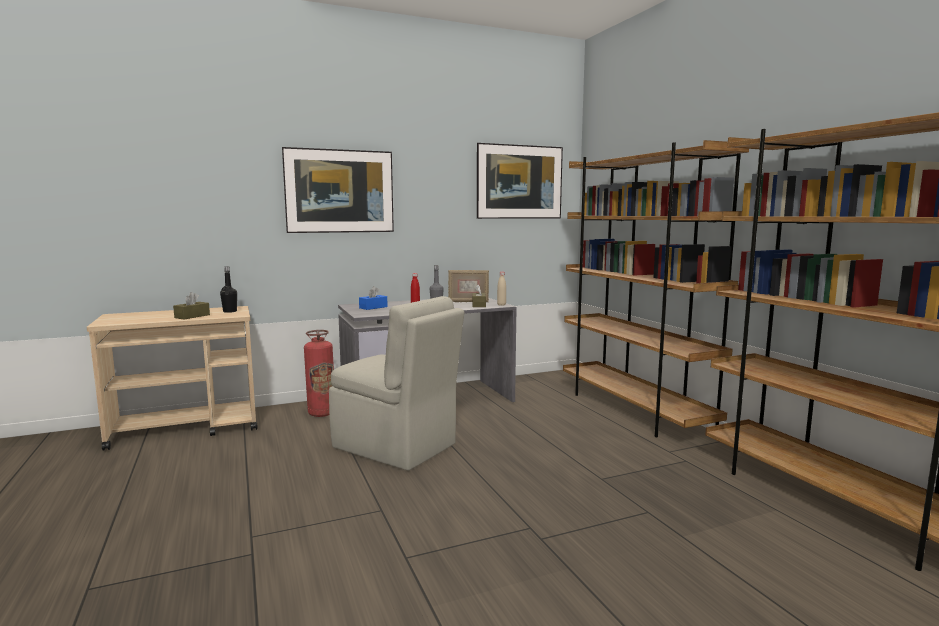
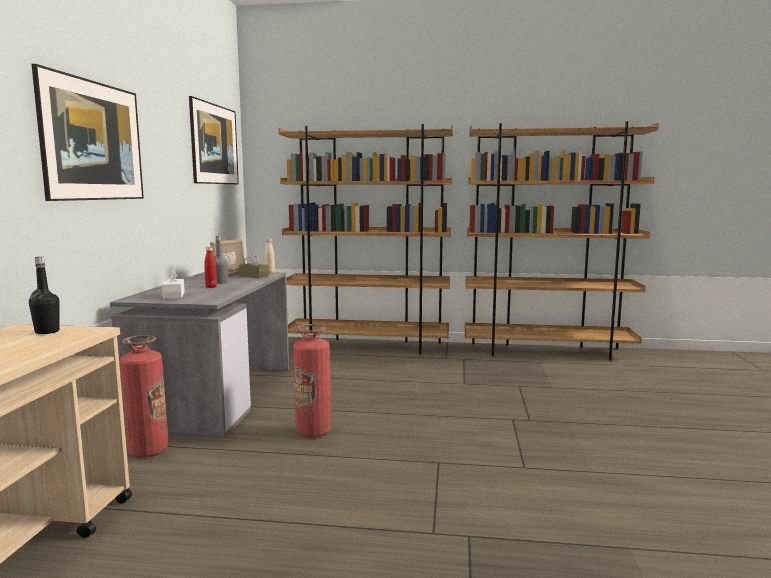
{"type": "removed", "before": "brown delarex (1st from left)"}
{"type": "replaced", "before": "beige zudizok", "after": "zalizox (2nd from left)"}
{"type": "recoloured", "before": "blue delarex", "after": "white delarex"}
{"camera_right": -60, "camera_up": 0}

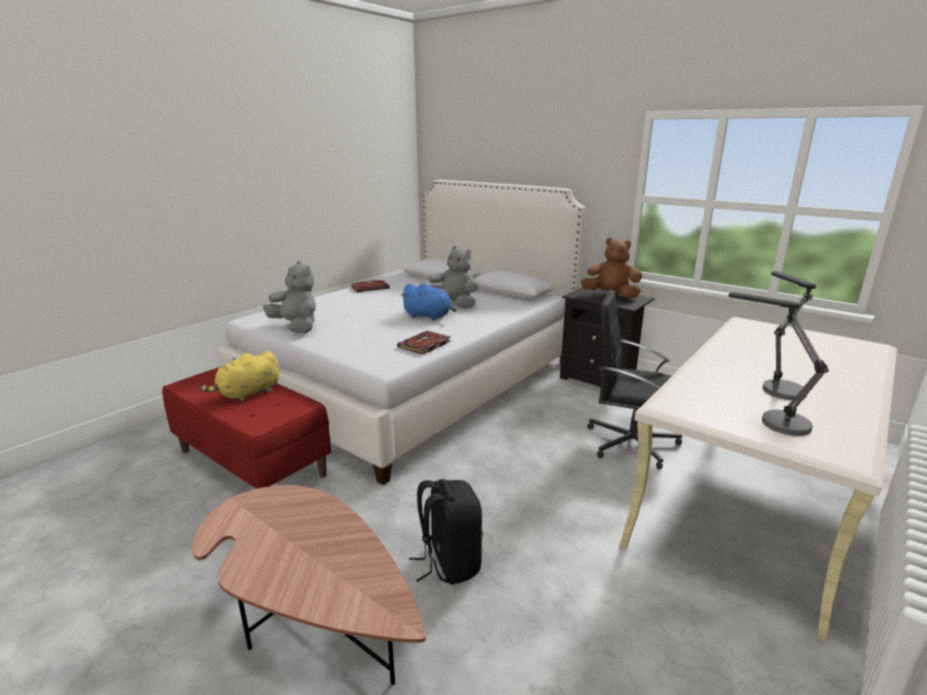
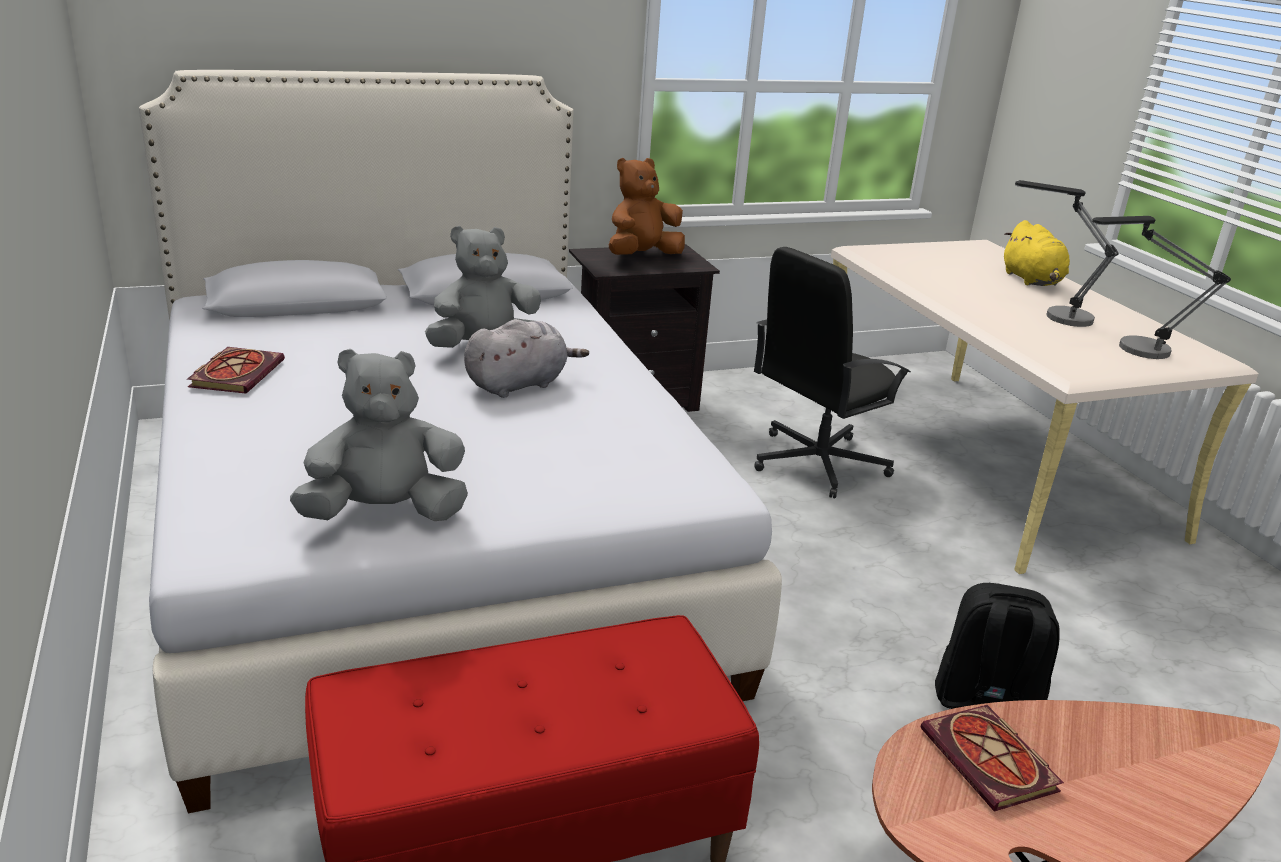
{"type": "moved", "before": "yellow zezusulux"}
{"type": "moved", "before": "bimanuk (2nd from left)"}
{"type": "recoloured", "before": "blue zezusulux", "after": "grey zezusulux (3rd from left)"}
{"camera_right": -60, "camera_up": 5}

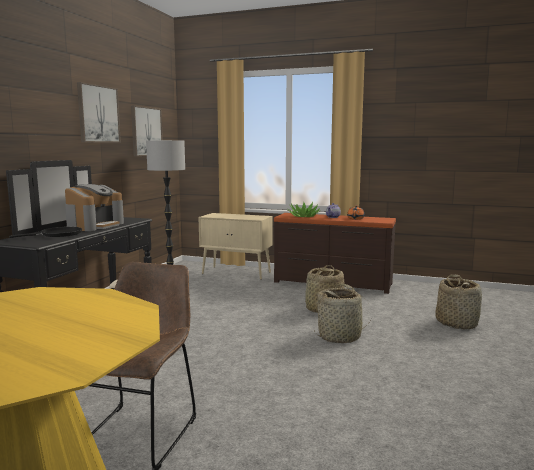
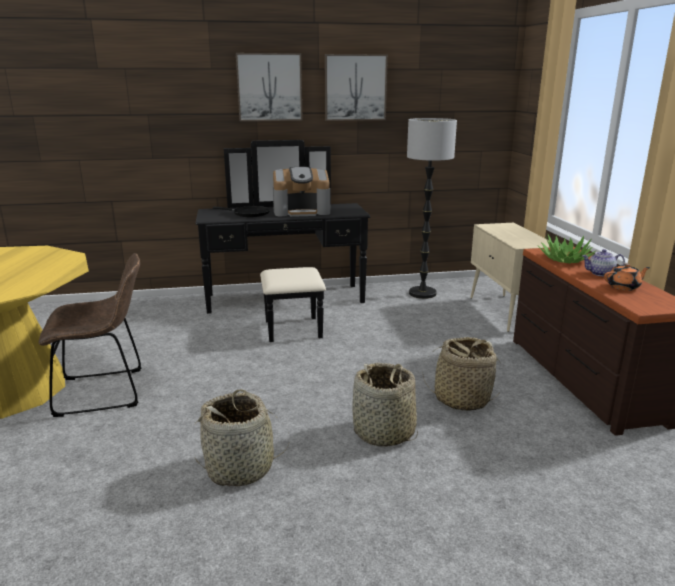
{"type": "moved", "before": "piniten (2nd from left in the first image)", "after": "piniten (1st from left)"}
{"type": "moved", "before": "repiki (3rd from left in the first image)", "after": "repiki (1st from left)"}
{"camera_right": 60, "camera_up": 10}

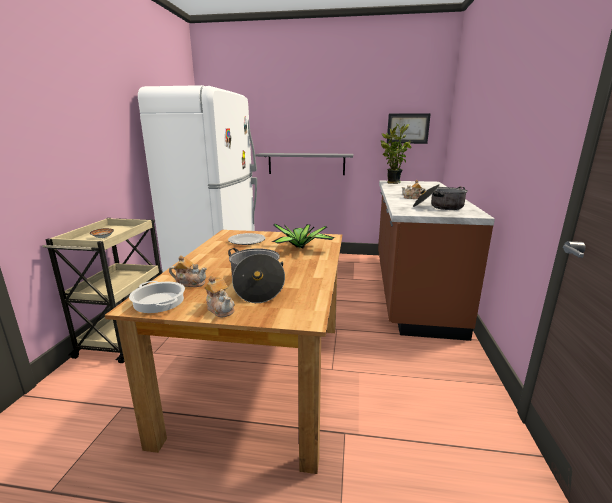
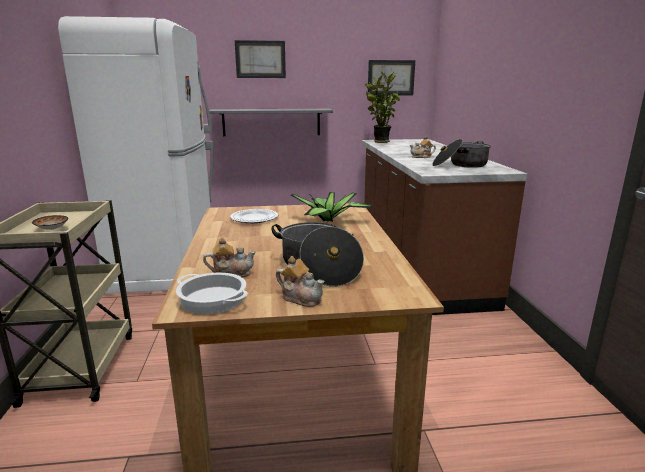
{"type": "added", "after": "piniten (1st from left)"}
{"camera_right": -15, "camera_up": 0}

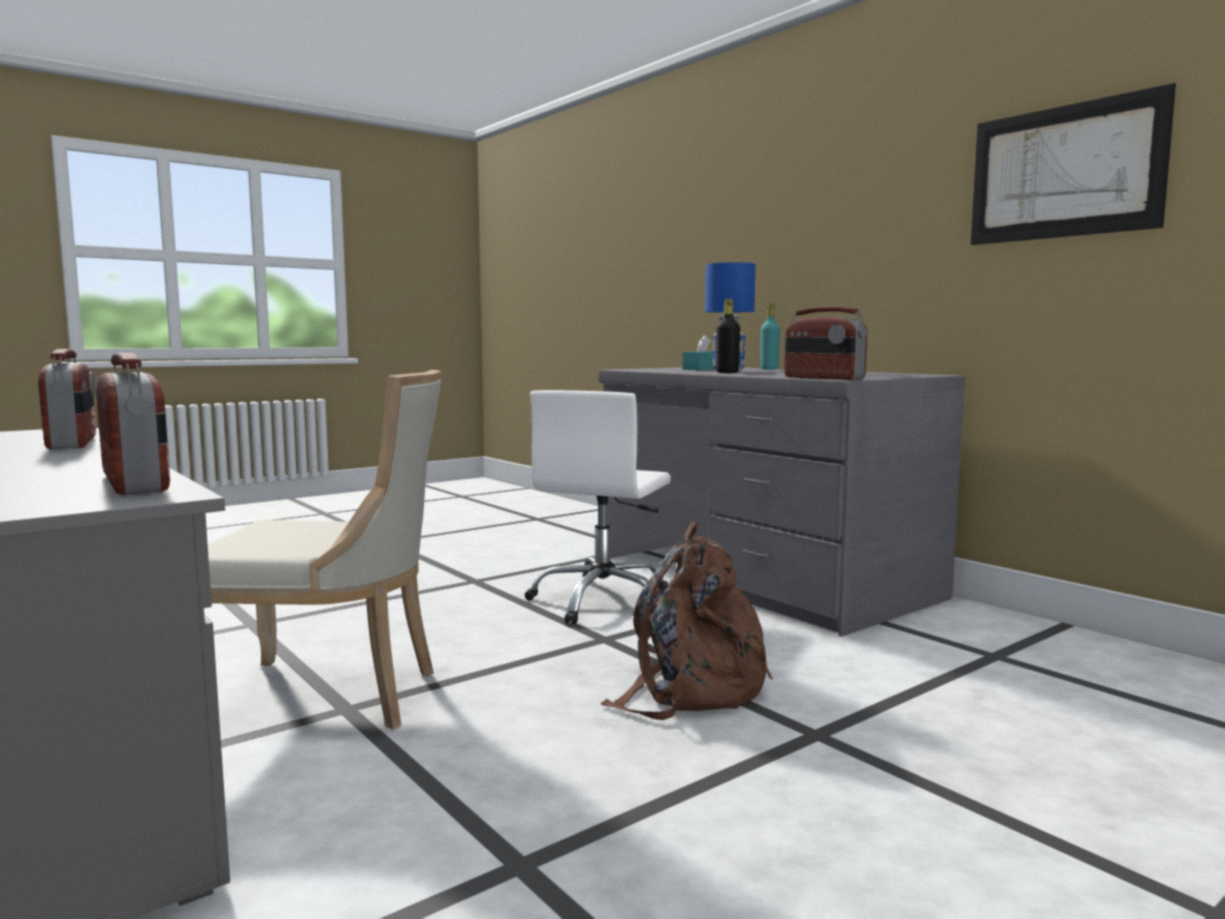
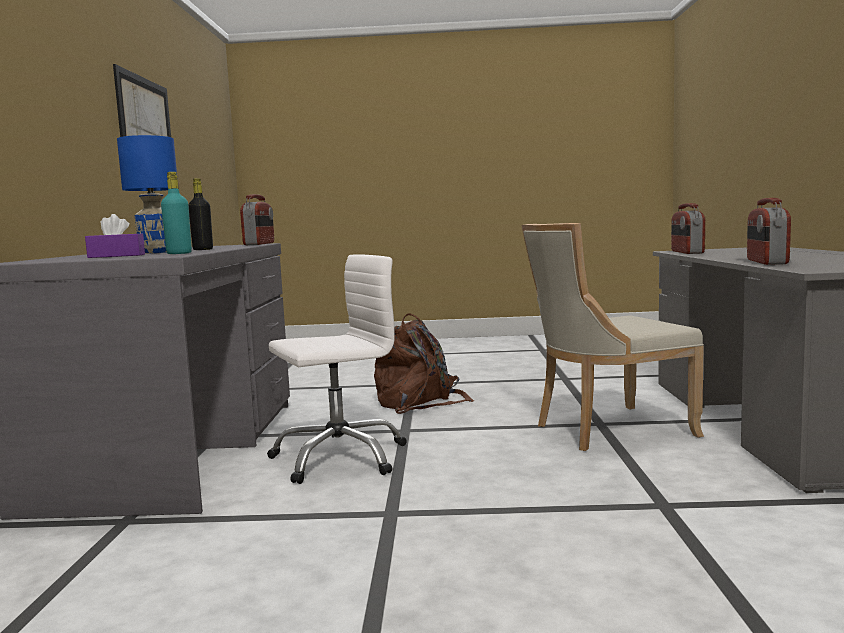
{"type": "turned", "before": "beige zudizok", "turn": -60}
{"type": "recoloured", "before": "turquoise delarex", "after": "purple delarex"}
{"type": "moved", "before": "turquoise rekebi"}
{"camera_right": -140, "camera_up": 0}

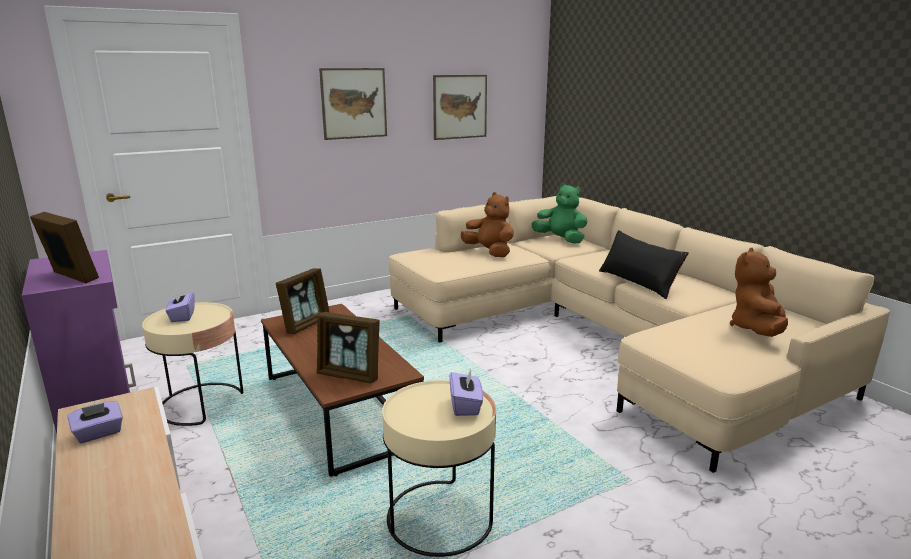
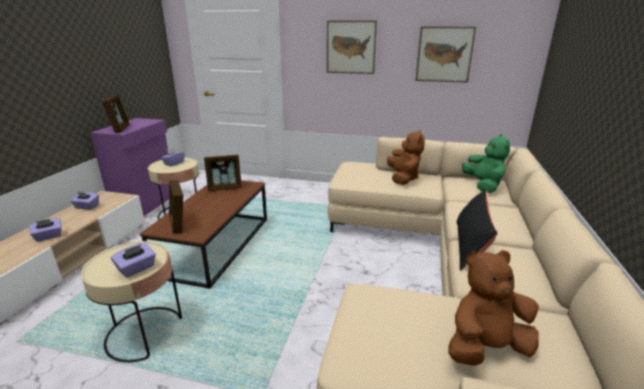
{"type": "added", "after": "purple delarex (1st from left)"}
{"camera_right": 45, "camera_up": 5}

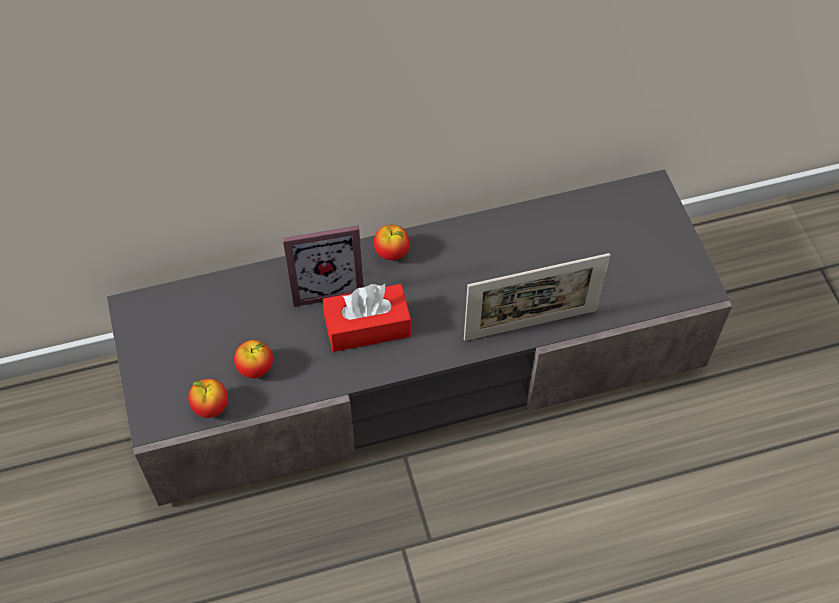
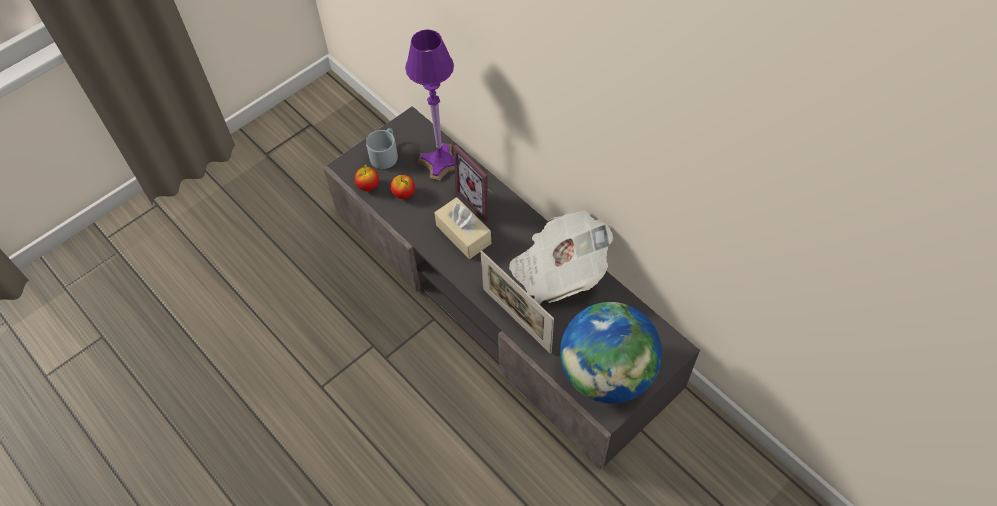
{"type": "recoloured", "before": "red delarex", "after": "beige delarex"}
{"type": "removed", "before": "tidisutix (3rd from left)"}
{"type": "added", "after": "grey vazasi"}
{"type": "added", "after": "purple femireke"}
{"type": "added", "after": "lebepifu"}
{"type": "added", "after": "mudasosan"}
{"camera_right": 65, "camera_up": 0}

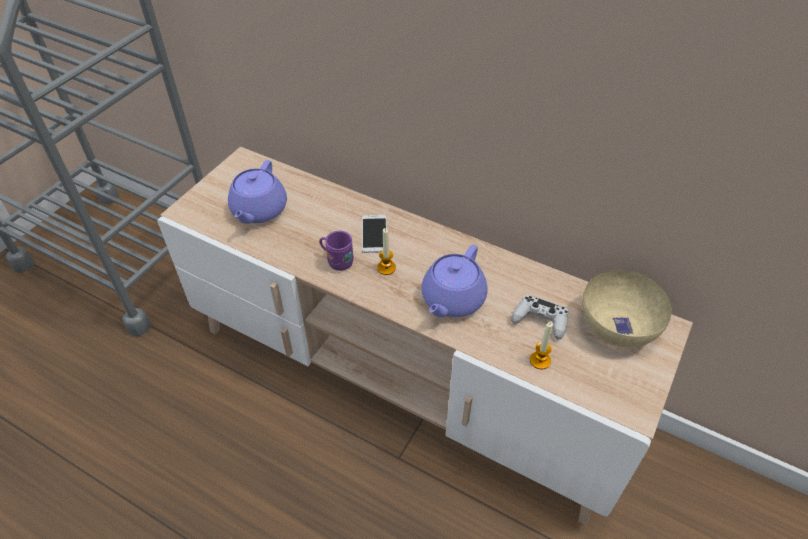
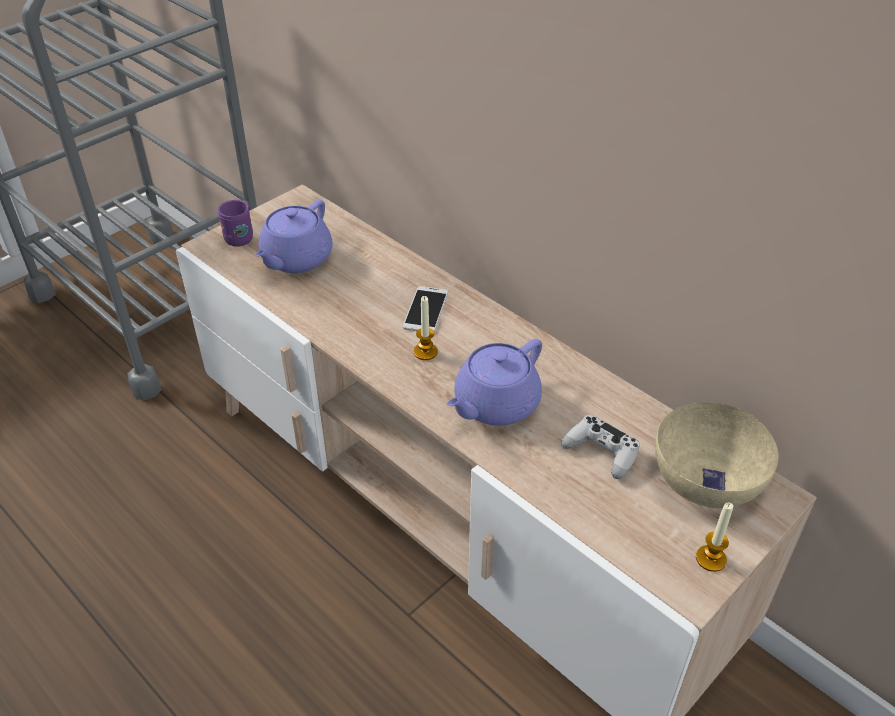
{"type": "moved", "before": "purple vazasi"}
{"type": "moved", "before": "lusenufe (2nd from left)"}
{"camera_right": 15, "camera_up": -5}

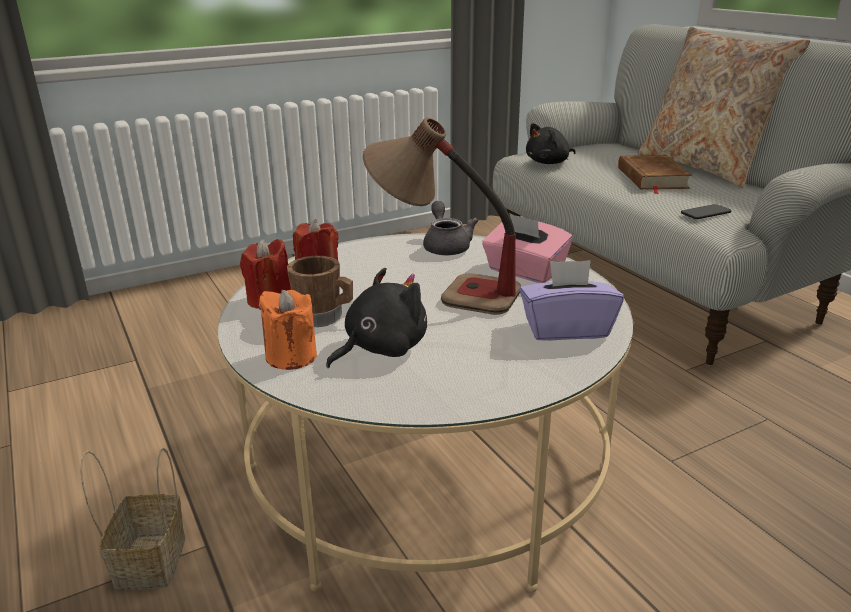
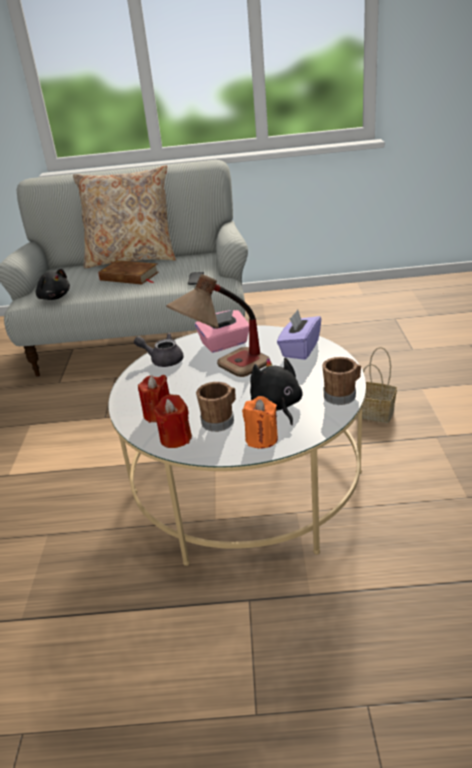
{"type": "moved", "before": "repiki"}
{"type": "turned", "before": "black zezusulux (2nd from left in the first image)", "turn": -45}
{"type": "added", "after": "brown vazasi (2nd from left)"}
{"camera_right": -60, "camera_up": 5}

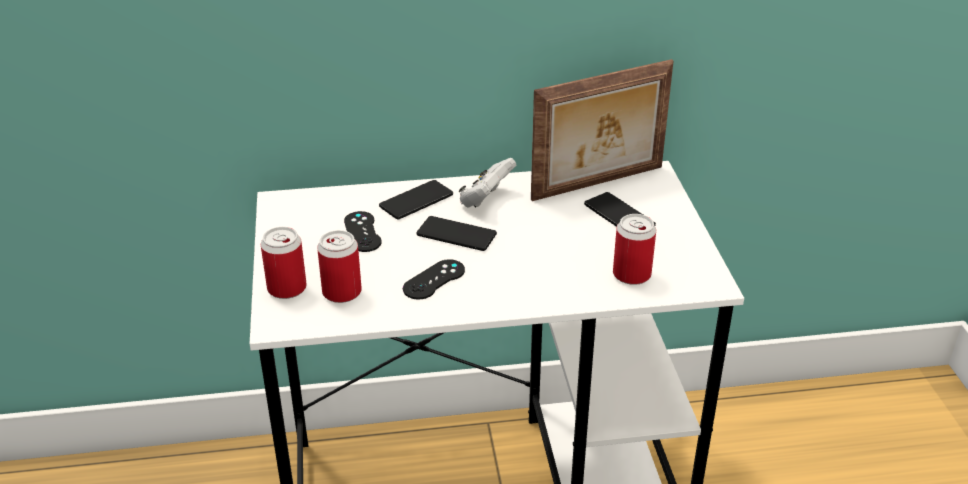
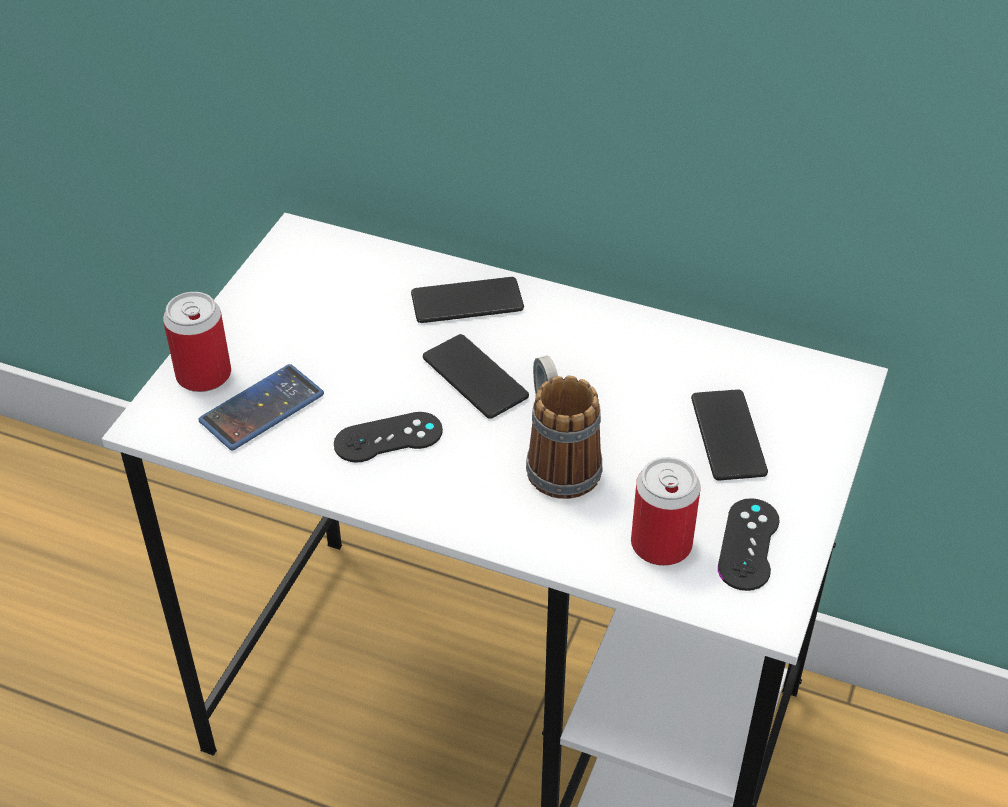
{"type": "replaced", "before": "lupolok (2nd from left)", "after": "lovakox (1st from left)"}
{"type": "moved", "before": "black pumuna (1st from left in the first image)", "after": "black pumuna (2nd from left)"}
{"type": "removed", "before": "white pumuna"}
{"type": "removed", "before": "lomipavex"}
{"type": "added", "after": "vazasi"}
{"camera_right": 30, "camera_up": 10}

